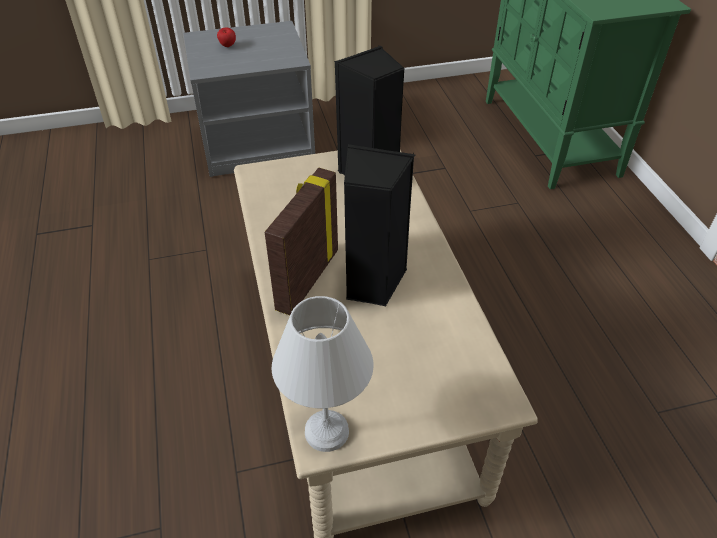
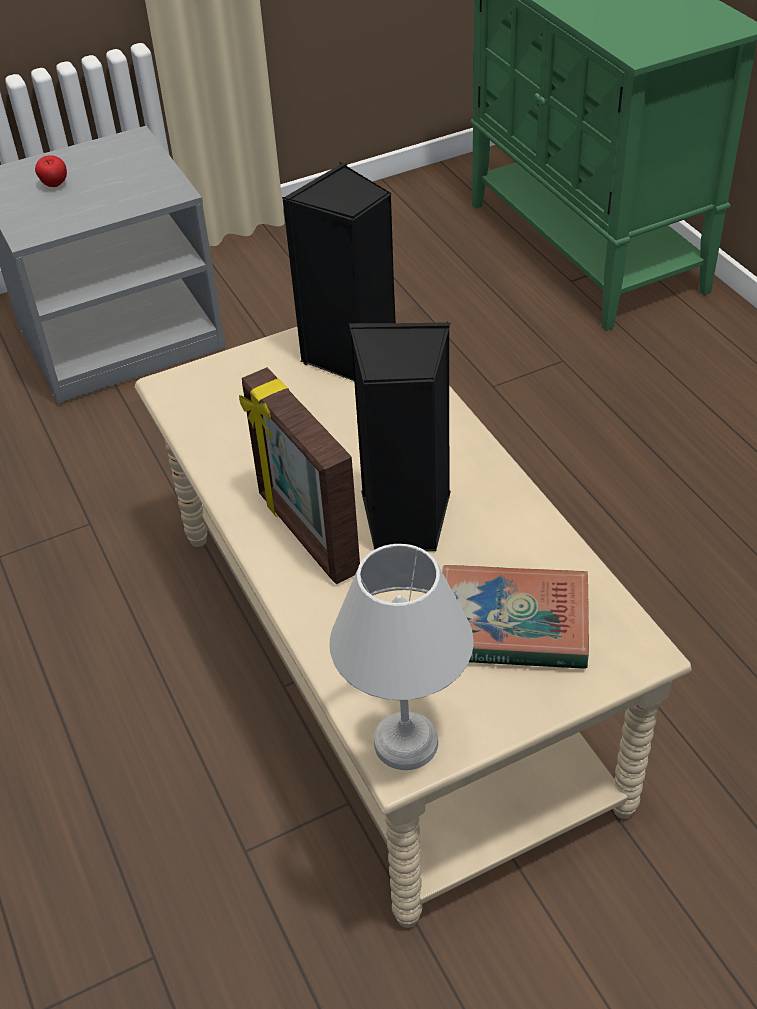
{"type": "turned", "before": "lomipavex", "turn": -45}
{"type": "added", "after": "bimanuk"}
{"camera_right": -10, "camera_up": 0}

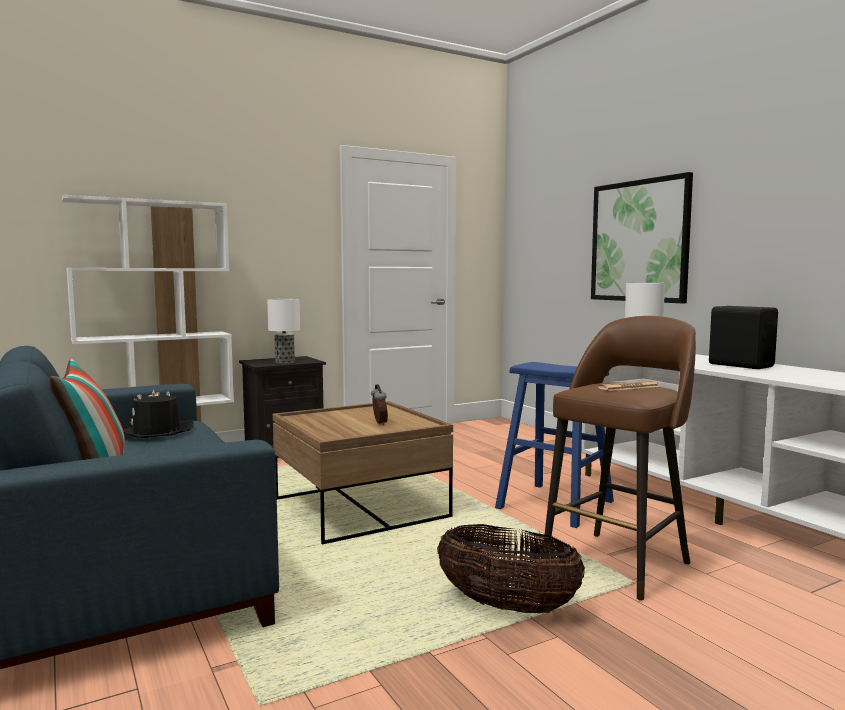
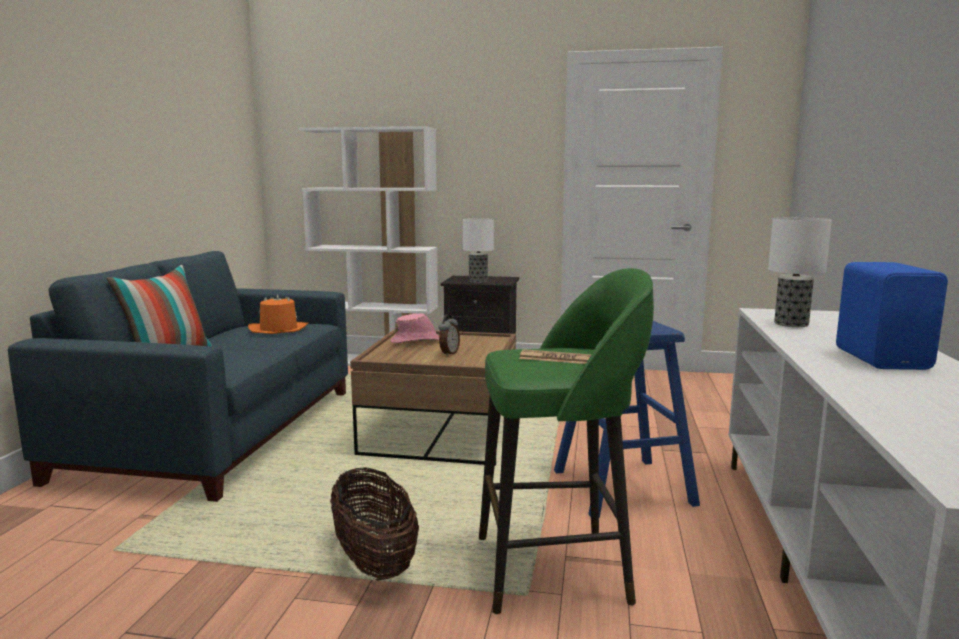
{"type": "recoloured", "before": "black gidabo", "after": "orange gidabo"}
{"type": "recoloured", "before": "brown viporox", "after": "green viporox"}
{"type": "removed", "before": "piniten"}
{"type": "recoloured", "before": "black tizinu", "after": "blue tizinu"}
{"type": "added", "after": "pink gidabo"}
{"camera_right": 40, "camera_up": 5}

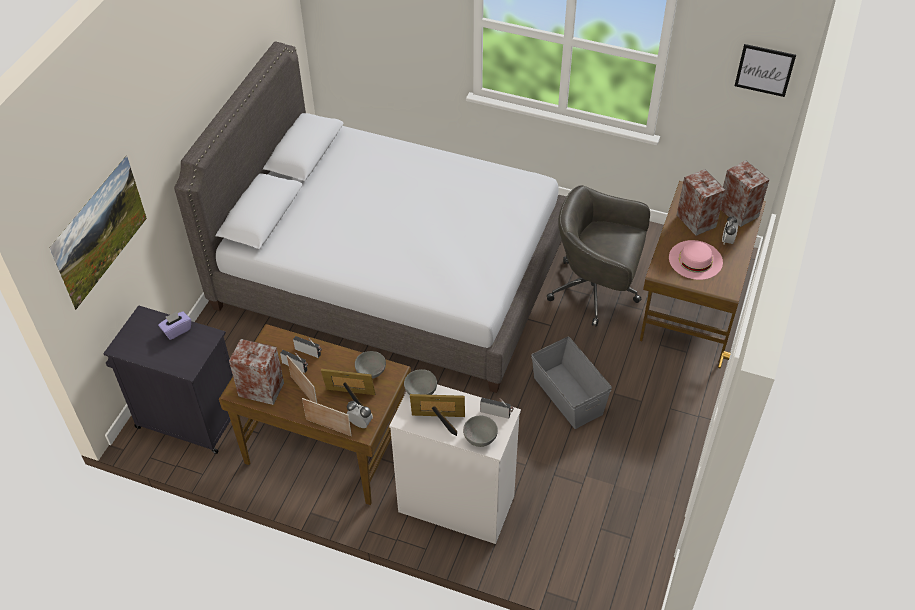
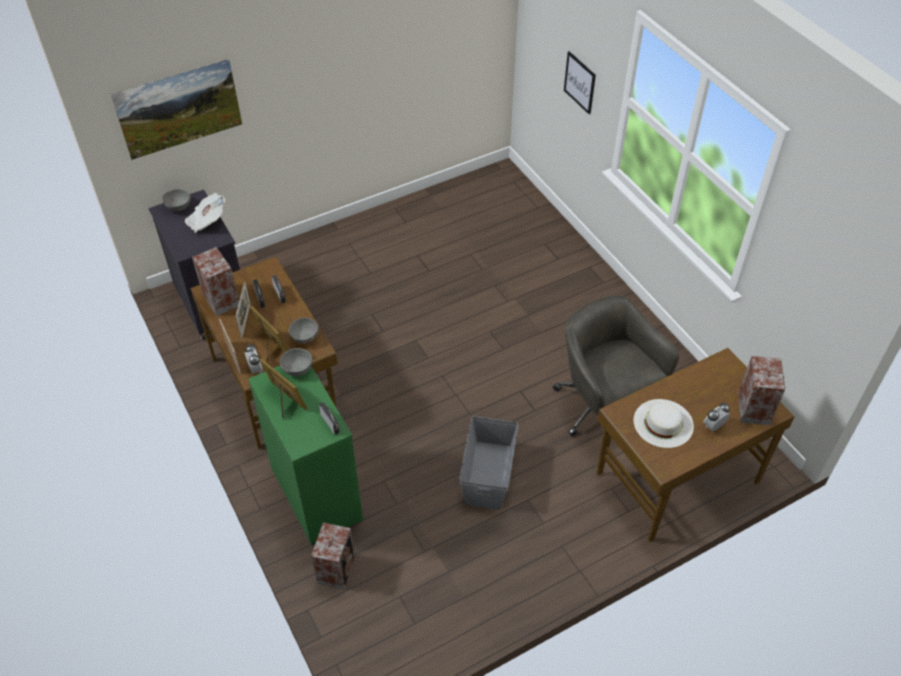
{"type": "replaced", "before": "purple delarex", "after": "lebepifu"}
{"type": "removed", "before": "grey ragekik"}
{"type": "recoloured", "before": "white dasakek", "after": "green dasakek"}
{"type": "moved", "before": "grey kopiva (3rd from left in the first image)", "after": "grey kopiva (1st from left)"}
{"type": "recoloured", "before": "pink gidabo", "after": "white gidabo"}
{"type": "moved", "before": "tizinu (2nd from left)"}
{"type": "moved", "before": "piniten (2nd from left)"}
{"camera_right": 40, "camera_up": 0}

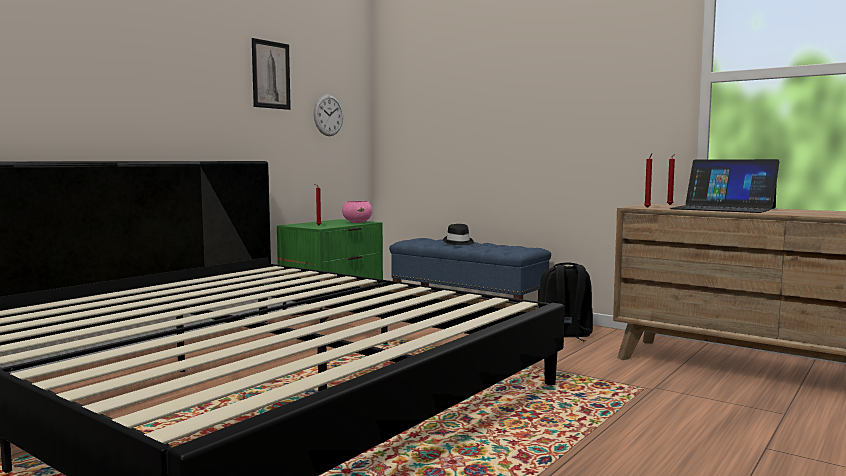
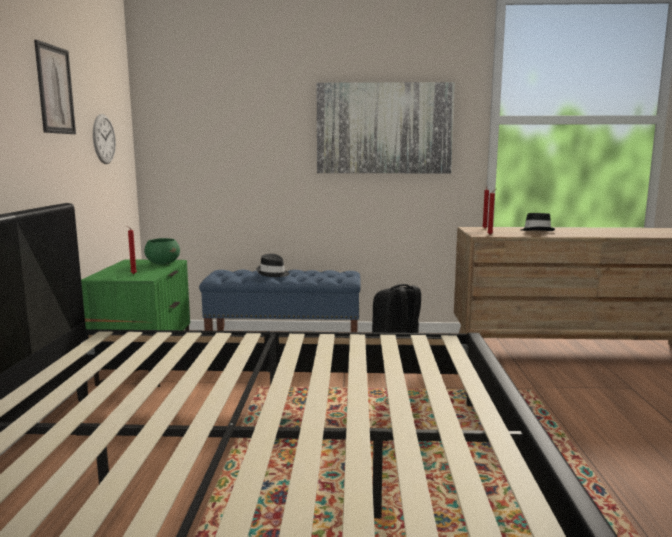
{"type": "recoloured", "before": "pink kopiva", "after": "green kopiva"}
{"type": "replaced", "before": "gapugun", "after": "black gidabo (2nd from left)"}
{"type": "added", "after": "piniten (2nd from left)"}
{"camera_right": -35, "camera_up": 5}

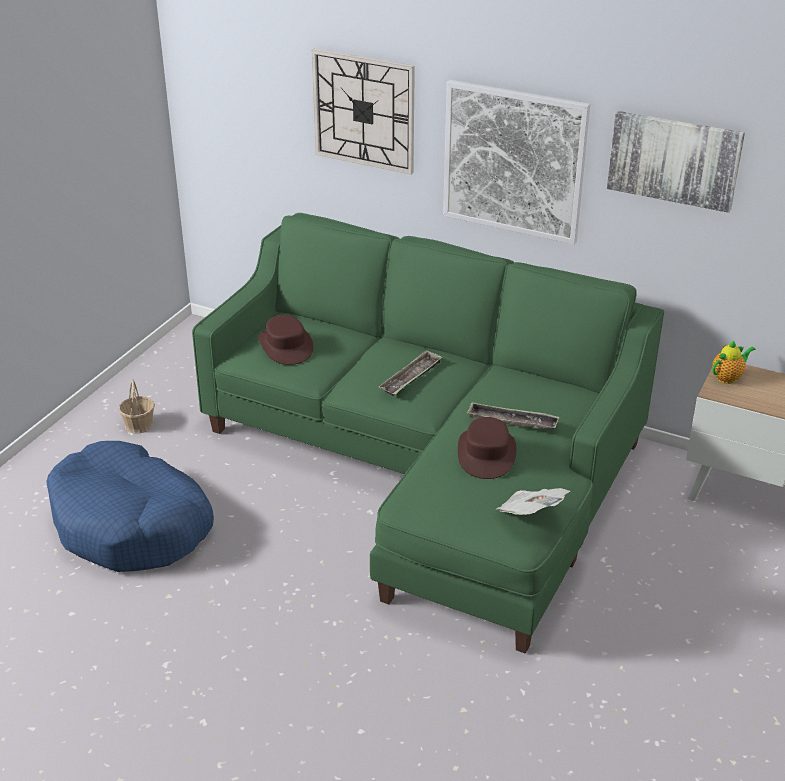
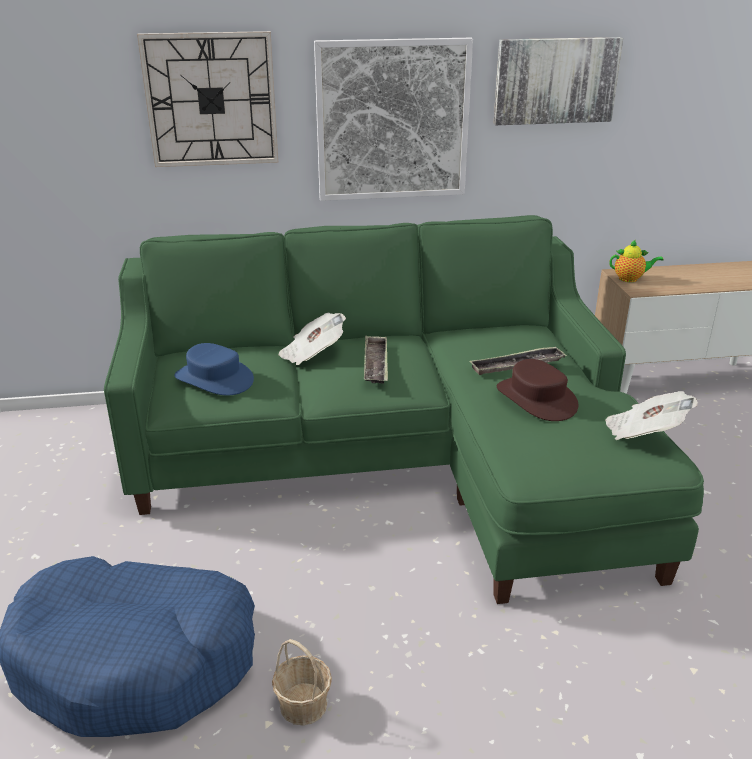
{"type": "moved", "before": "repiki"}
{"type": "recoloured", "before": "brown gidabo (1st from left)", "after": "blue gidabo"}
{"type": "turned", "before": "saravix", "turn": 75}
{"type": "added", "after": "lebepifu (1st from left)"}
{"camera_right": -35, "camera_up": -5}

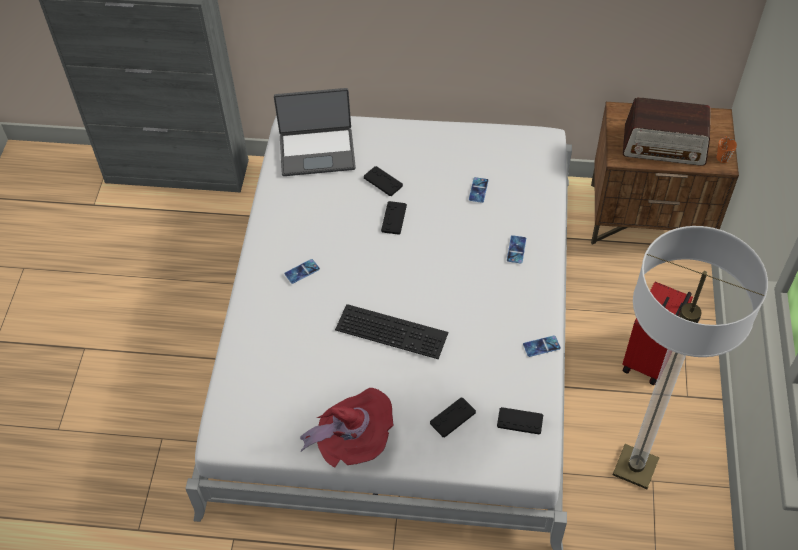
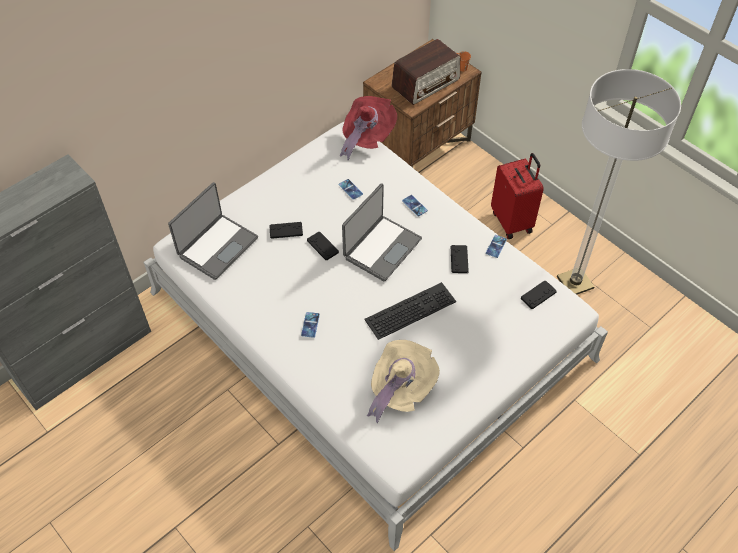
{"type": "moved", "before": "red gidabo"}
{"type": "moved", "before": "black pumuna (3rd from left)"}
{"type": "added", "after": "gapugun (2nd from left)"}
{"type": "added", "after": "beige gidabo"}
{"camera_right": -50, "camera_up": 0}

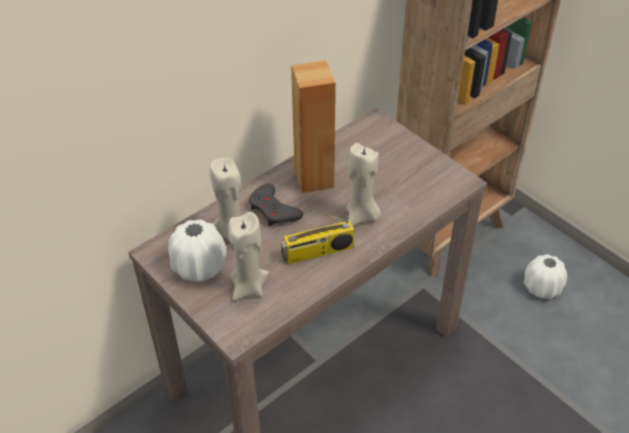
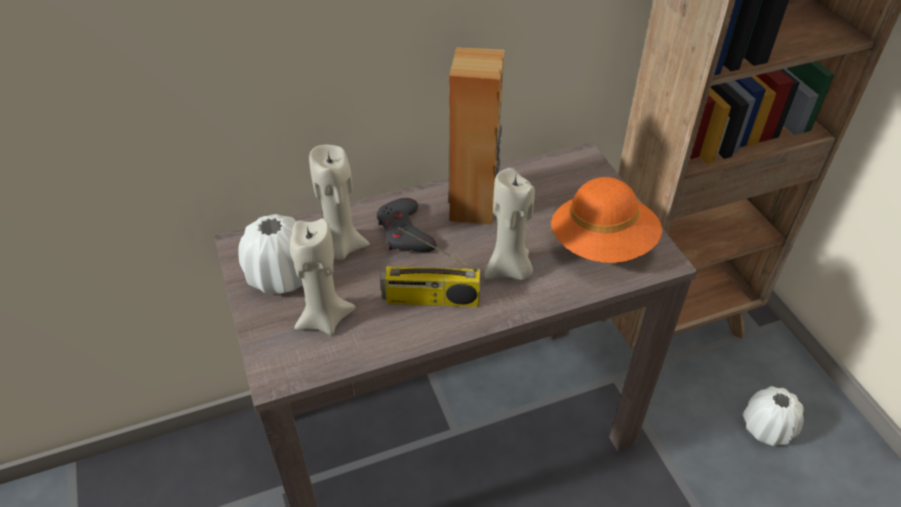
{"type": "added", "after": "orange gidabo"}
{"camera_right": 20, "camera_up": 0}

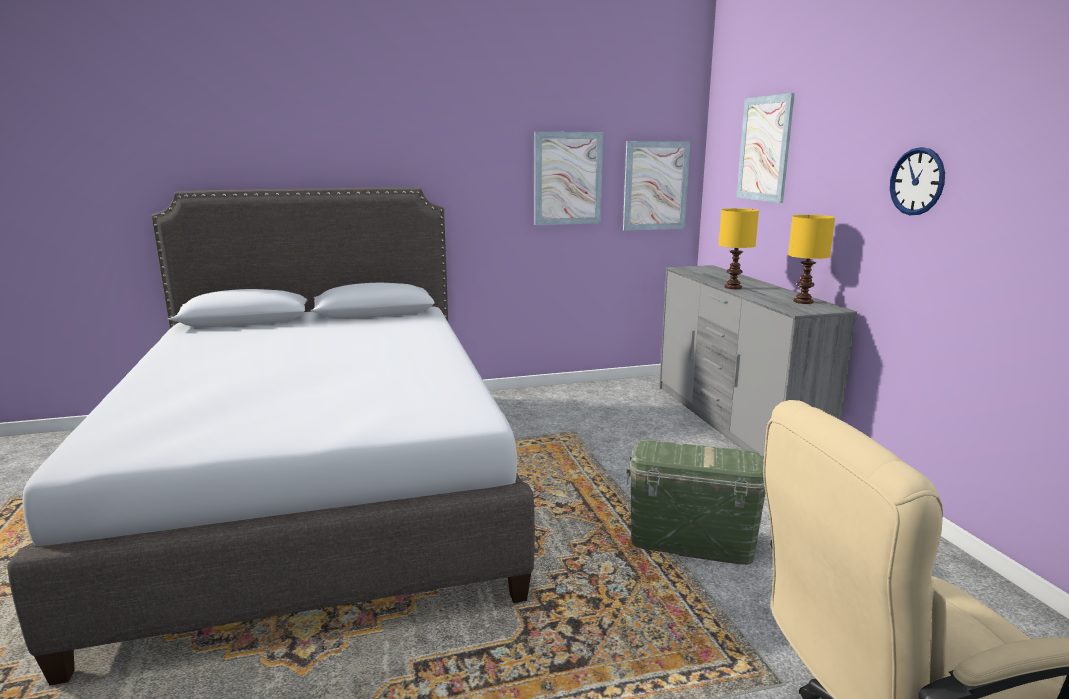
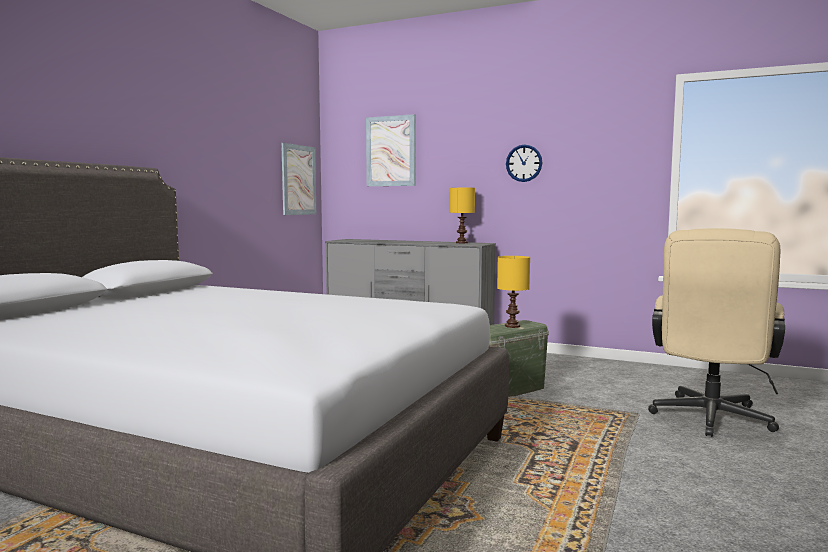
{"type": "removed", "before": "piniten (1st from left)"}
{"type": "moved", "before": "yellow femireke (1st from left in the first image)", "after": "yellow femireke (2nd from left)"}
{"camera_right": -50, "camera_up": -10}

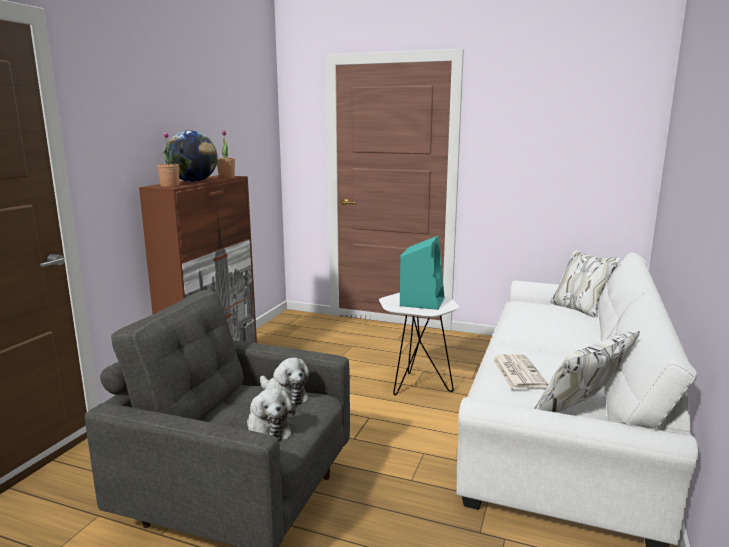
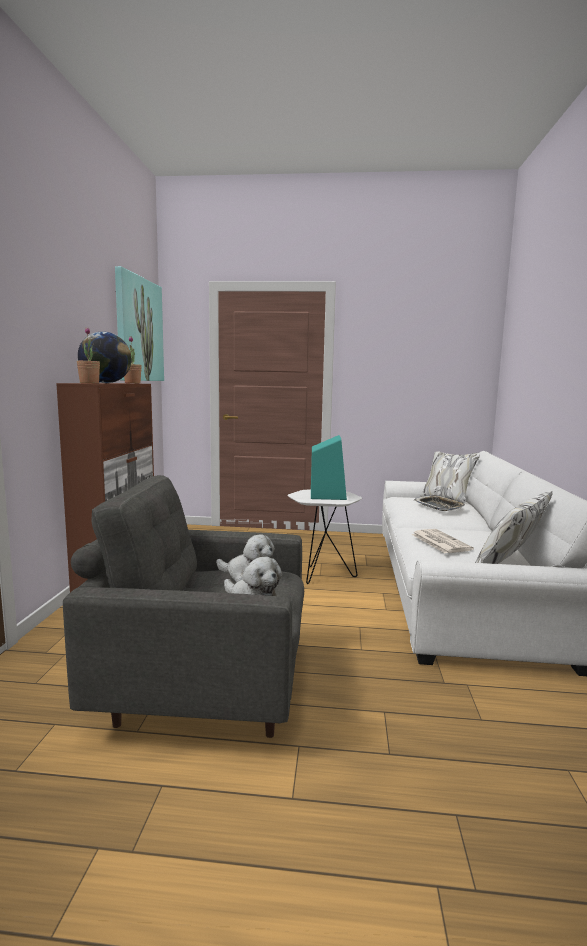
{"type": "added", "after": "piniten"}
{"type": "added", "after": "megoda"}
{"camera_right": -15, "camera_up": -5}

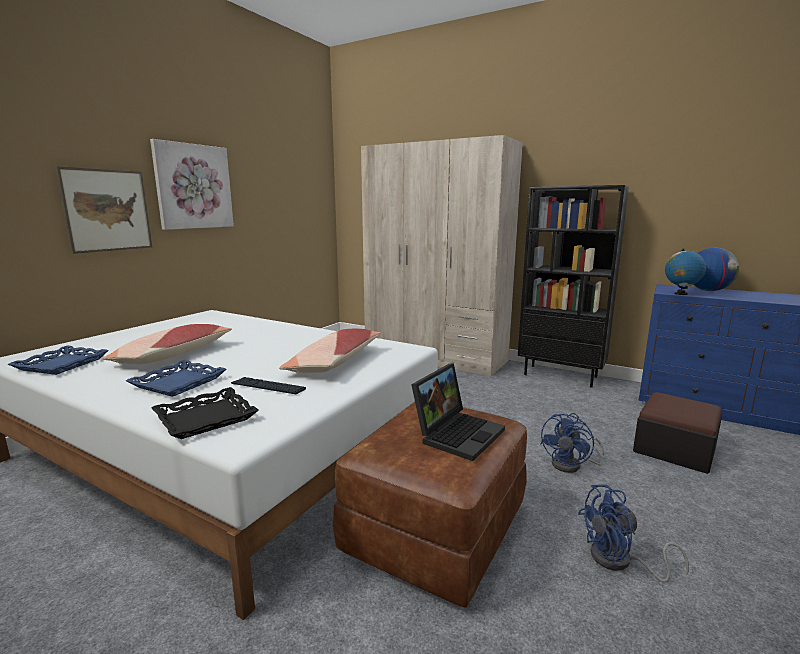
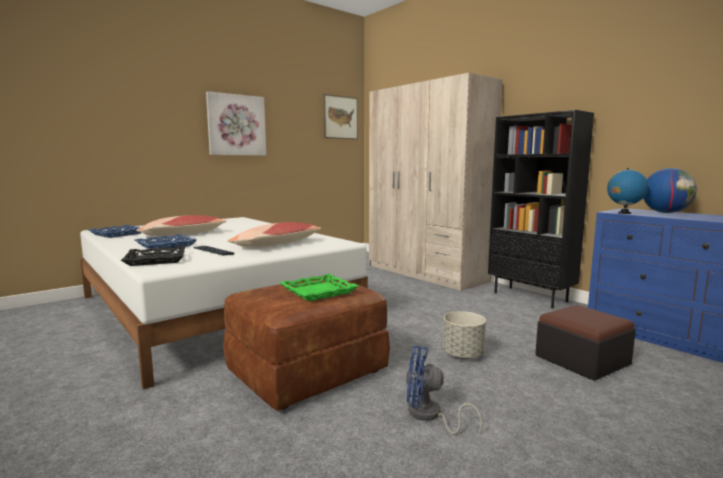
{"type": "moved", "before": "piniten (1st from left in the first image)", "after": "piniten (2nd from left)"}
{"type": "replaced", "before": "gapugun", "after": "green megoda"}
{"type": "replaced", "before": "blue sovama (1st from left)", "after": "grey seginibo"}
{"camera_right": 20, "camera_up": -5}

